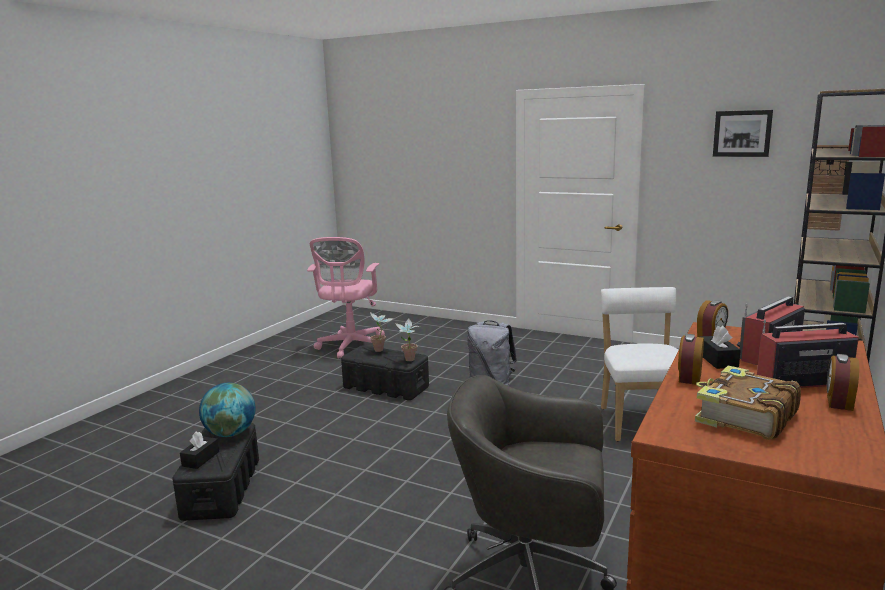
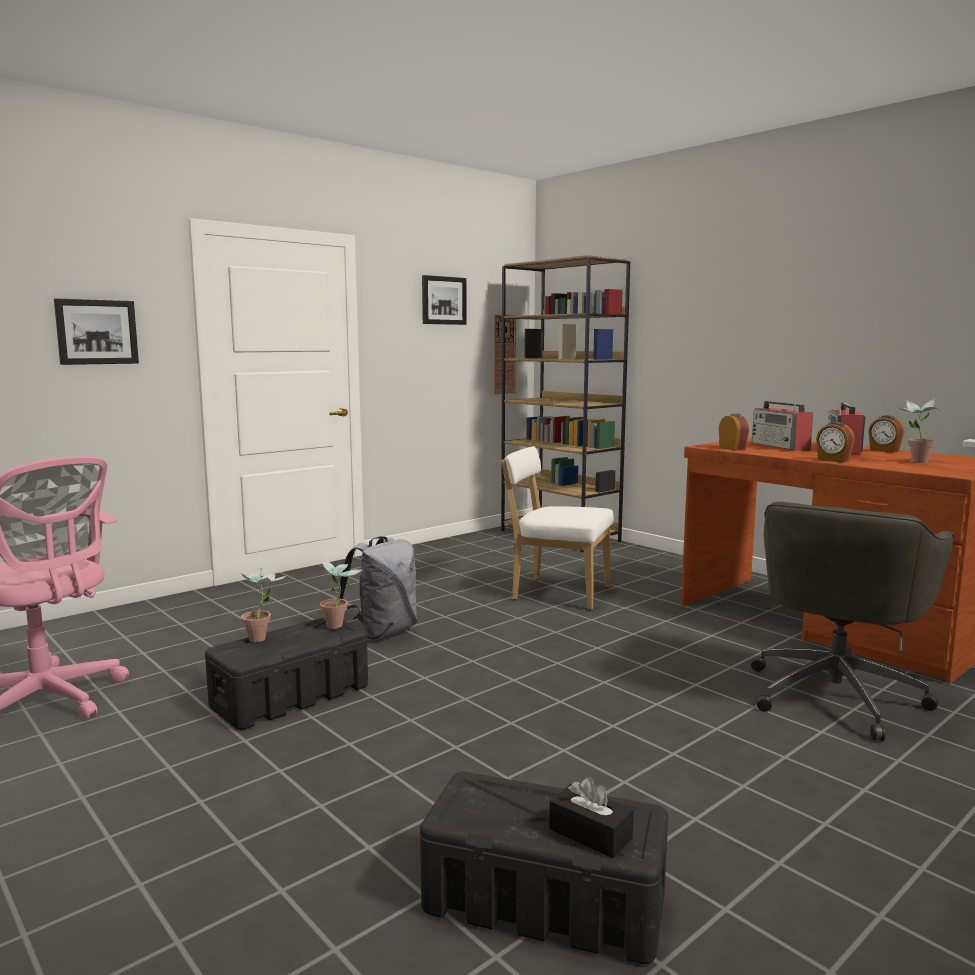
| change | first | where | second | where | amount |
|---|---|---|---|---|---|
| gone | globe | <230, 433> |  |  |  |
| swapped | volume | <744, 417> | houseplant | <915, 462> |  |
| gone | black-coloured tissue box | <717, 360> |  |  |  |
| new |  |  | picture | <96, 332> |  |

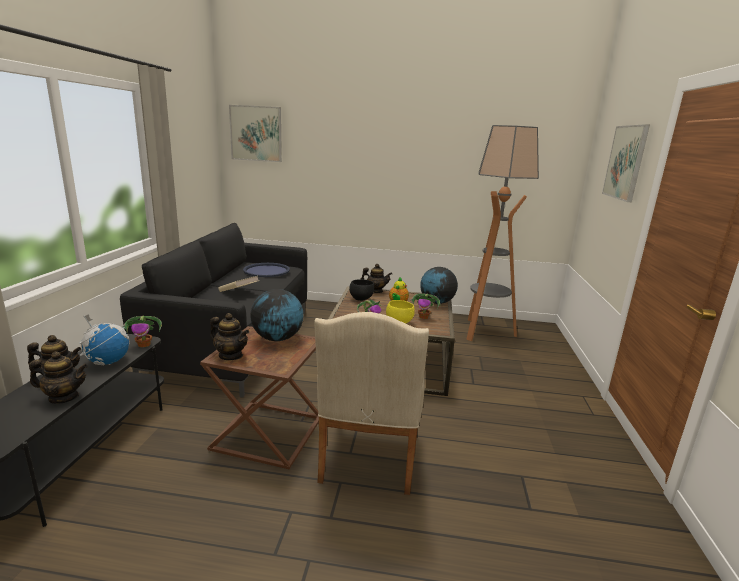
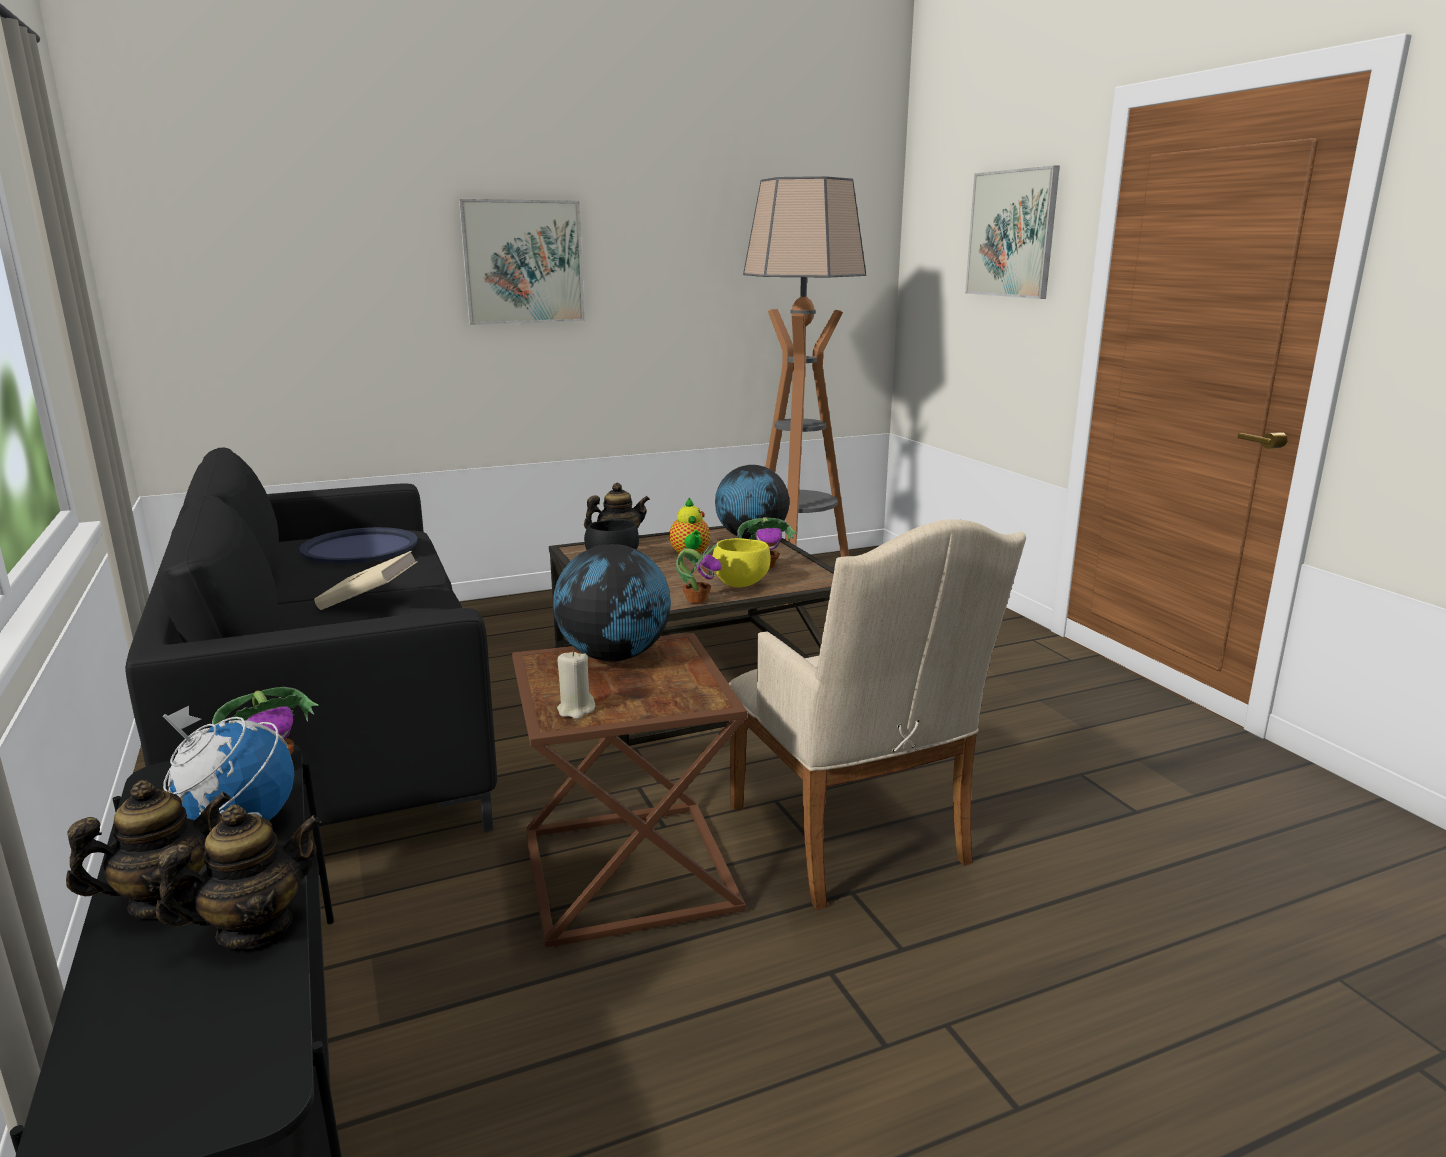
| change | first | where | second | where | amount |
|---|---|---|---|---|---|
| swapped | teapot | <231, 355> | beige candle | <576, 710> |  |
| shifted | picture | <256, 133> |  | <523, 262> |  |

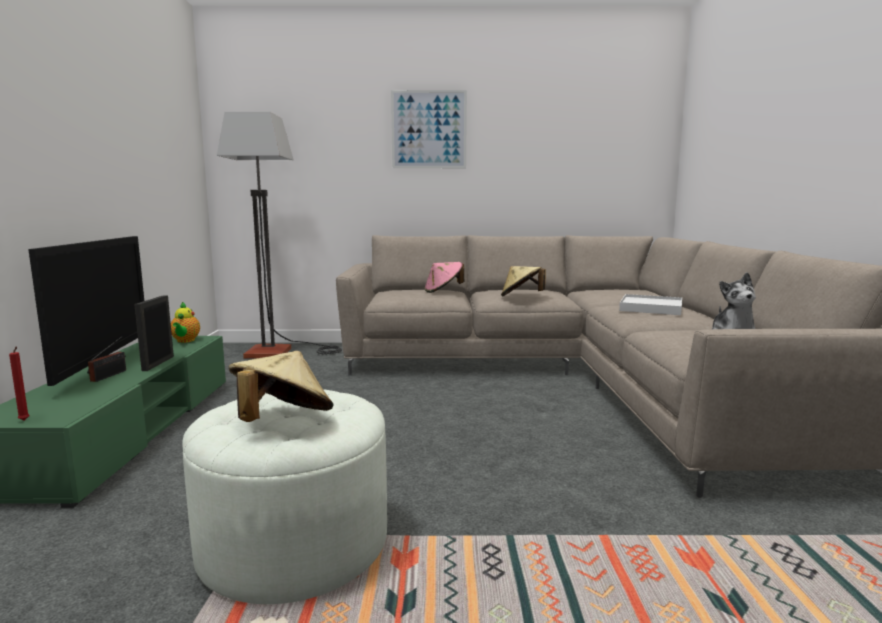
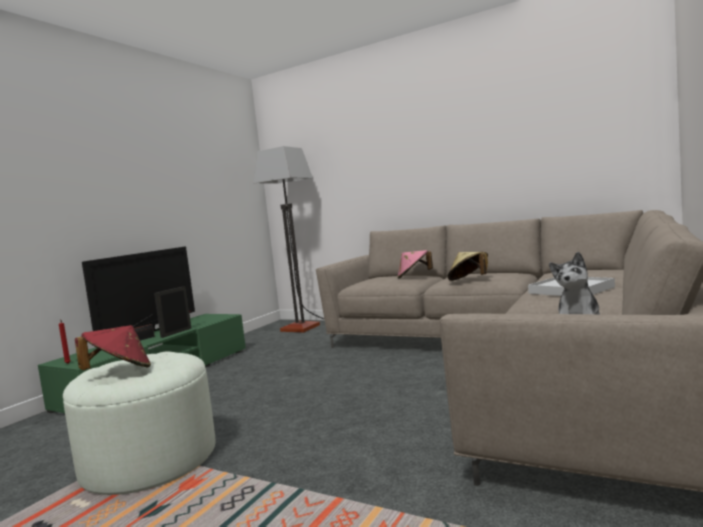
| change | first | where | second | where | amount |
|---|---|---|---|---|---|
| gone | teapot | <185, 341> |  |  |  |
| repainted | beige clothing hat | <282, 421> | red clothing hat | <119, 372> |  |
| gone | picture | <429, 129> |  |  |  |

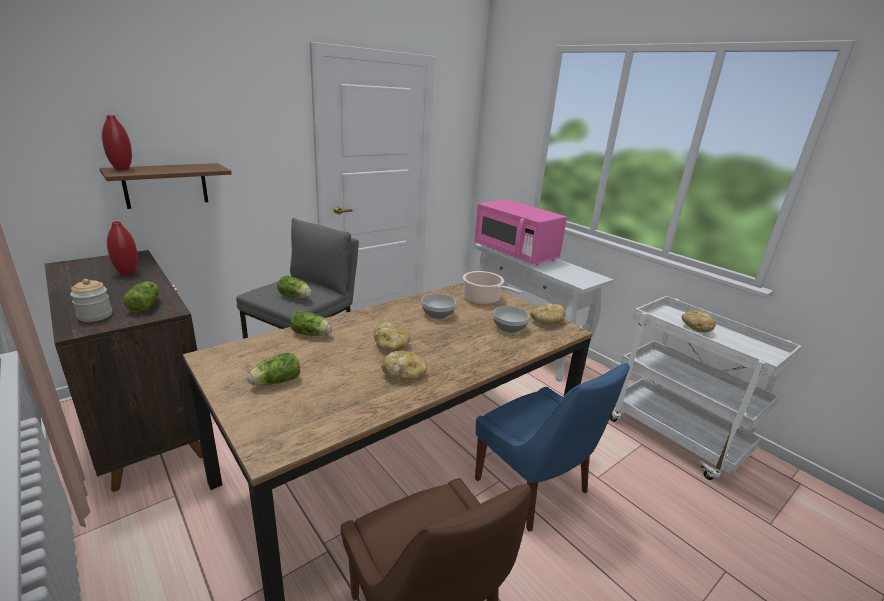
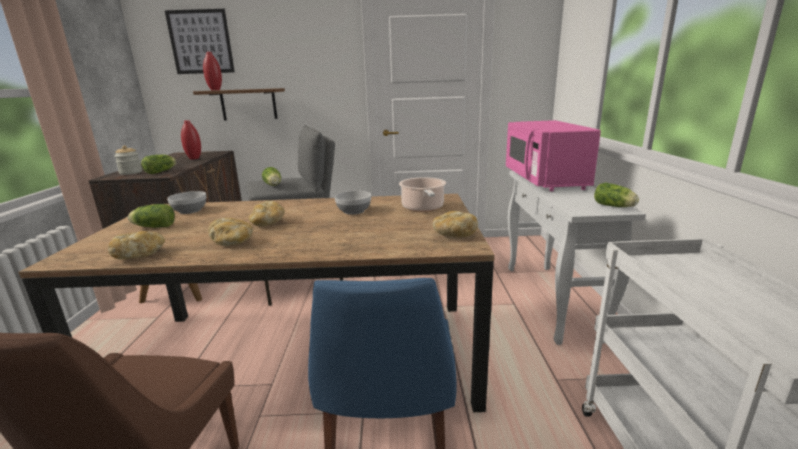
| change | first | where | second | where | amount |
|---|---|---|---|---|---|
| shifted | head of lettuce | <312, 334> |  | <615, 206> |  |
| shifted | deep dish | <509, 328> |  | <190, 211> |  |
| shifted | bakery bread | <695, 328> |  | <139, 255> |  |
| new |  |  | picture | <200, 42> |  |

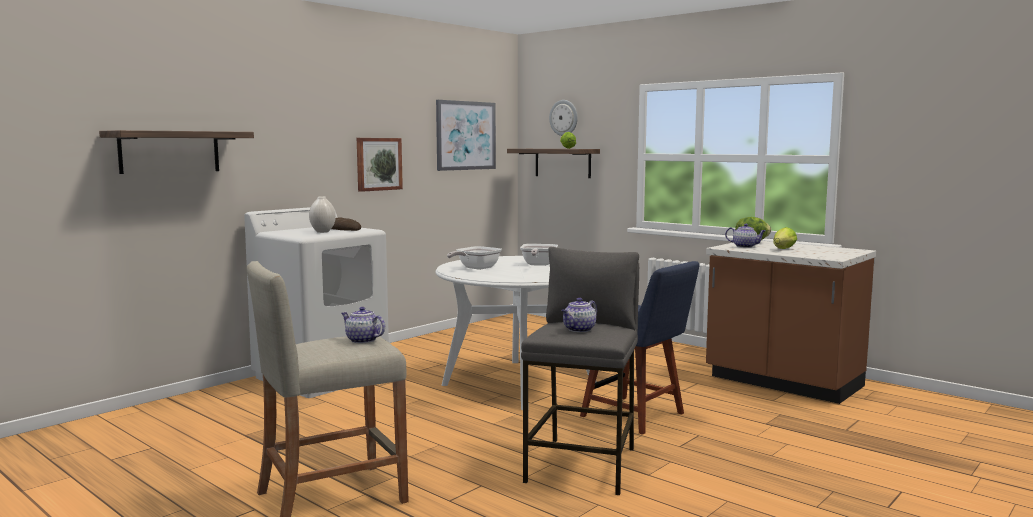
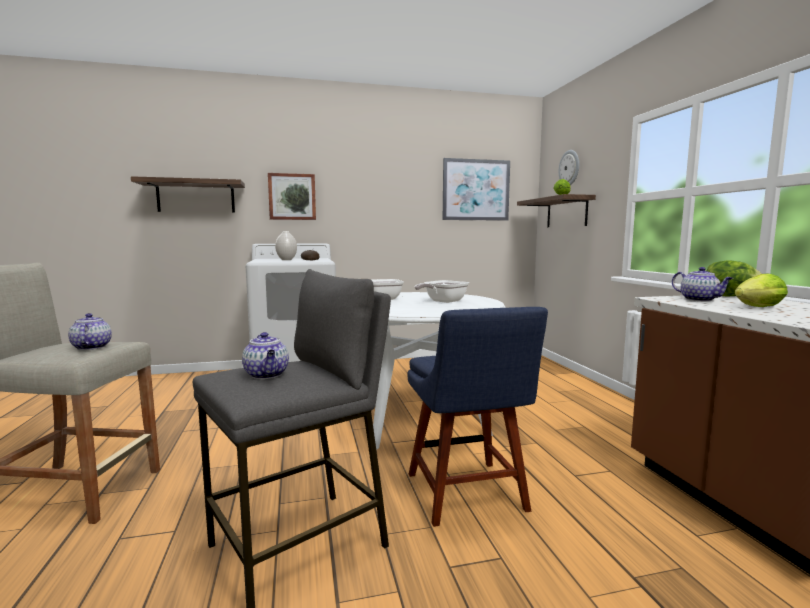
| change | first | where | second | where | amount |
|---|---|---|---|---|---|
| shifted | picture | <378, 164> |  | <292, 197> |  |
| rotated | teapot | <579, 330> |  | <267, 375> | 105 degrees counterclockwise |

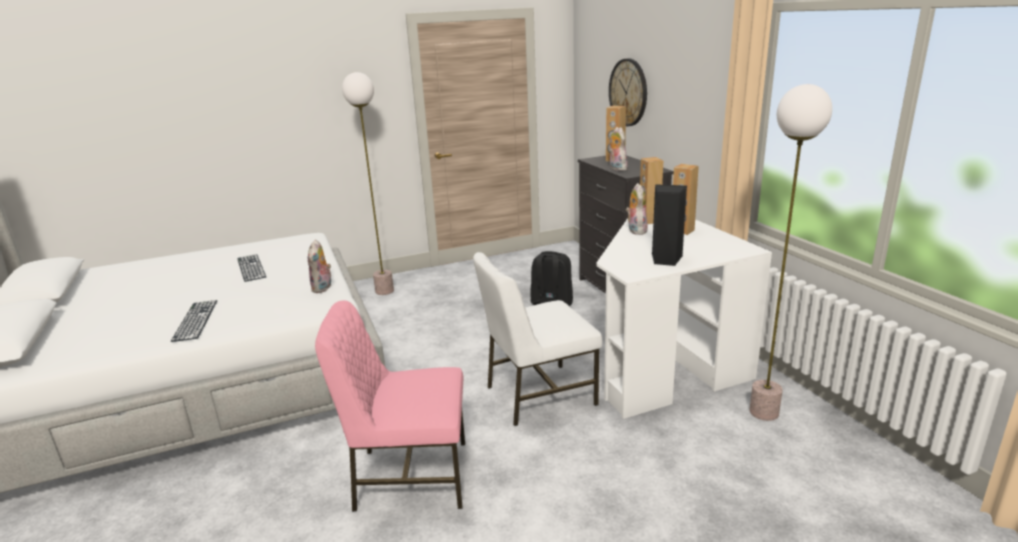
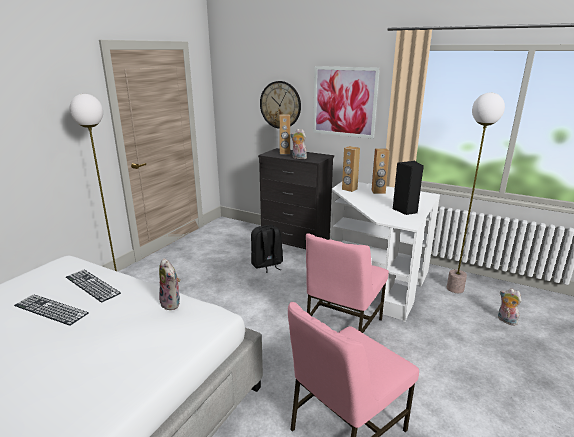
| change | first | where | second | where | amount |
|---|---|---|---|---|---|
| shifted | keyboard | <195, 320> |  | <92, 285> |  |
| repainted | white-coloured chair | <538, 395> | pink chair | <342, 328> |  |
| shifted | plush toy | <635, 230> |  | <505, 320> |  |
| new |  |  | picture | <344, 102> |  |

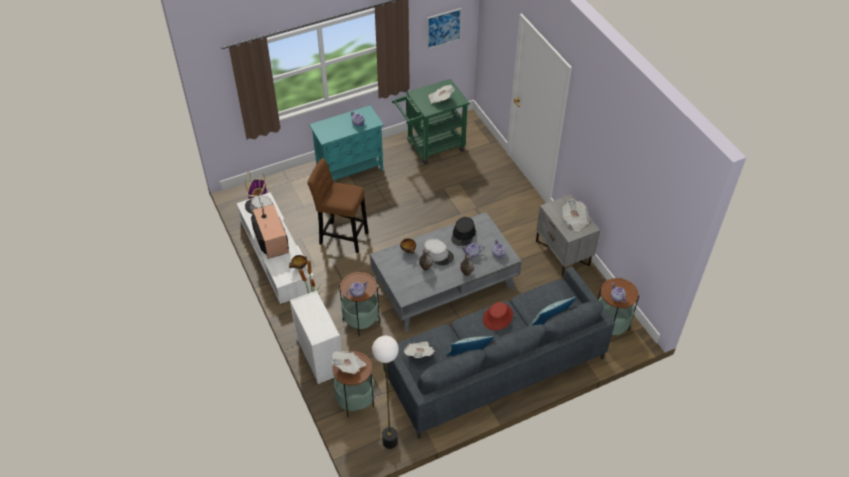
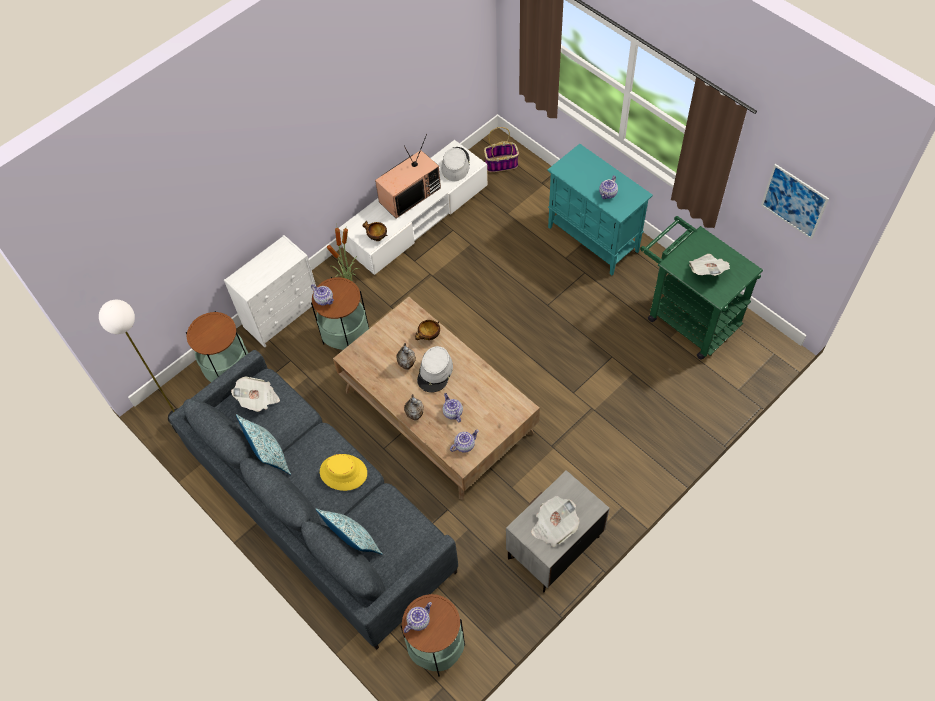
| change | first | where | second | where | amount |
|---|---|---|---|---|---|
| gone | brown-coloured sitting stool | <341, 236> |  |  |  |
| gone | daily paper | <349, 366> |  |  |  |
| repainted | gray coffee table | <444, 284> | brown-coloured coffee table | <437, 410> |  |
| gone | black-coloured clothing hat | <463, 234> |  |  |  |
| repainted | red clothing hat | <498, 317> | yellow-coloured clothing hat | <343, 472> |  |

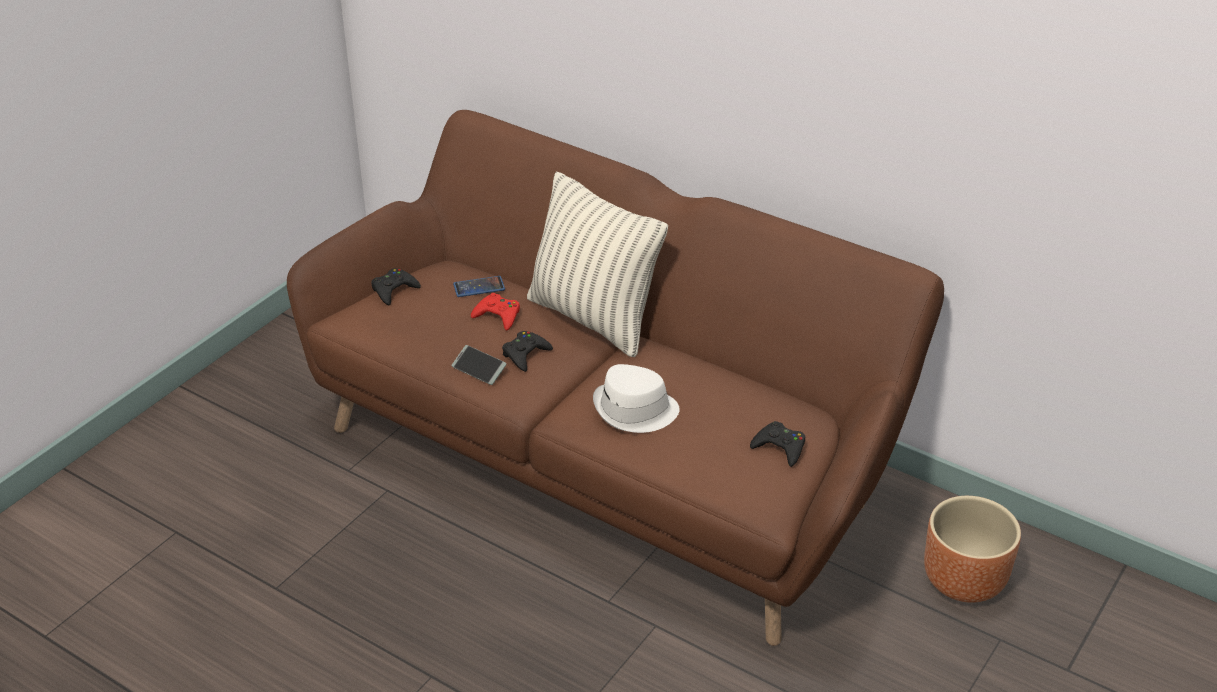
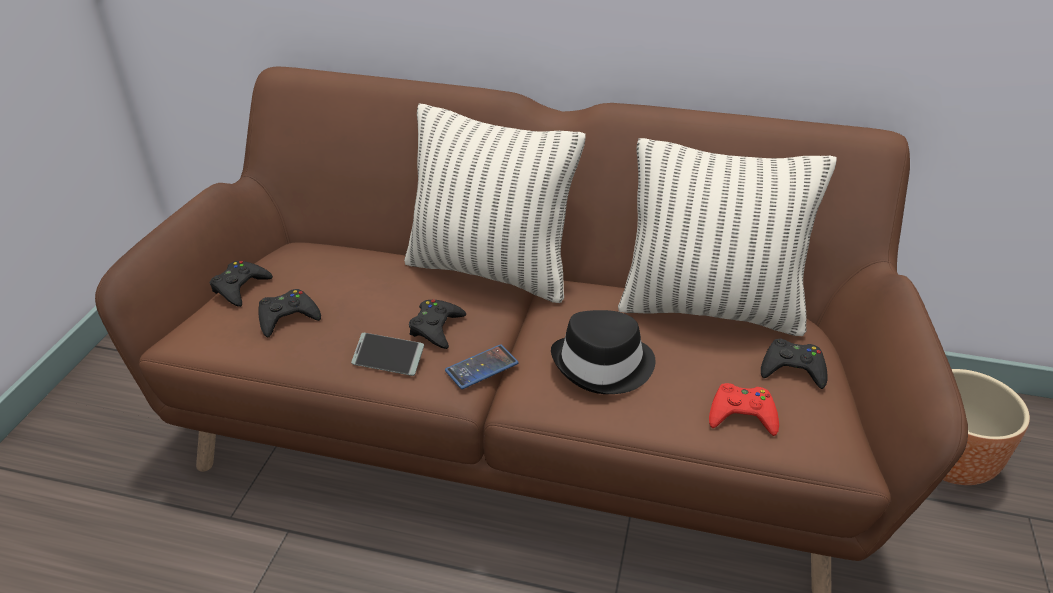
| change | first | where | second | where | amount |
|---|---|---|---|---|---|
| shifted | telephone | <479, 287> |  | <481, 367> |  |
| shifted | red joypad | <498, 316> |  | <742, 414> |  |
| repainted | white-coloured clothing hat | <635, 410> | black-coloured clothing hat | <604, 365> |  |
| new |  |  | black-coloured joypad | <287, 317> |  |
| new |  |  | pillow | <710, 308> |  |

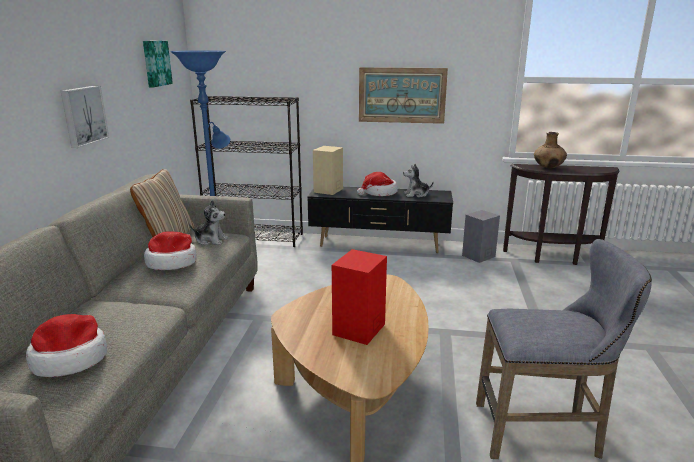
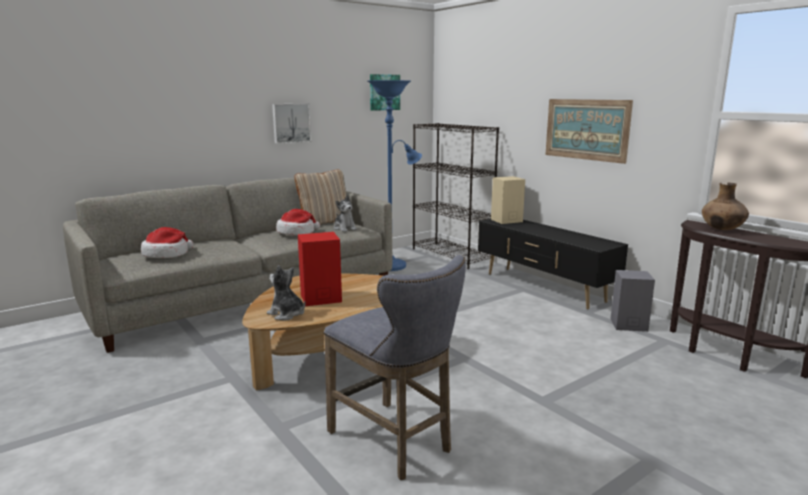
| change | first | where | second | where | amount |
|---|---|---|---|---|---|
| gone | clothing hat | <379, 193> |  |  |  |
| shifted | plush toy | <416, 194> |  | <287, 314> |  |

